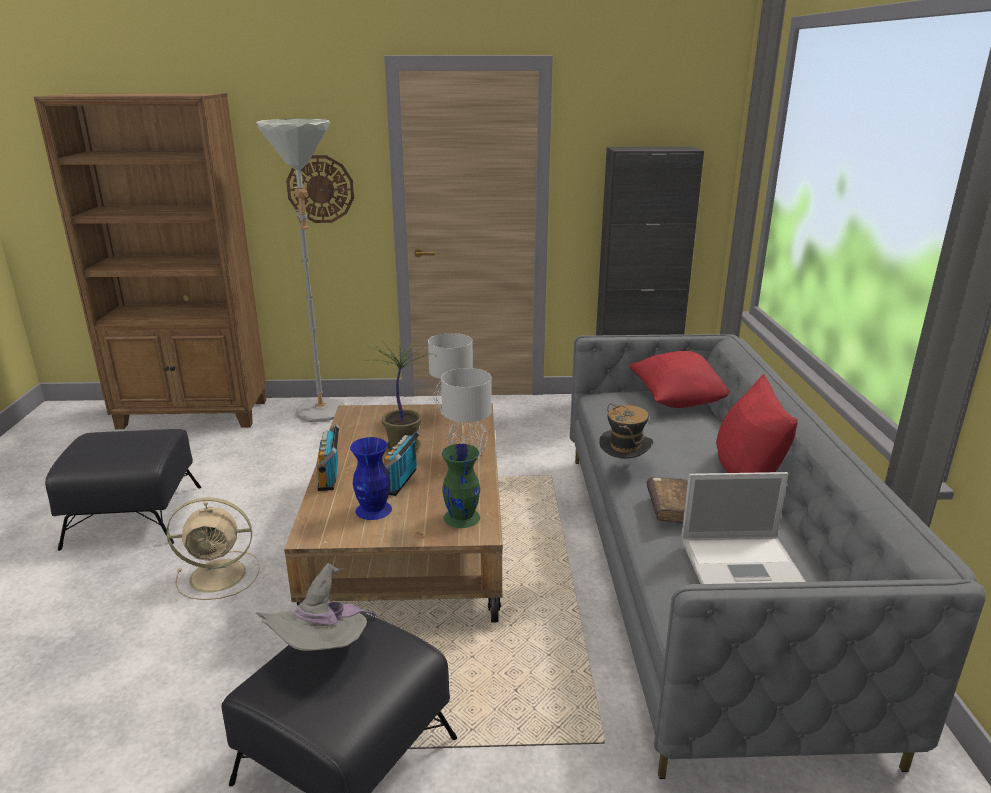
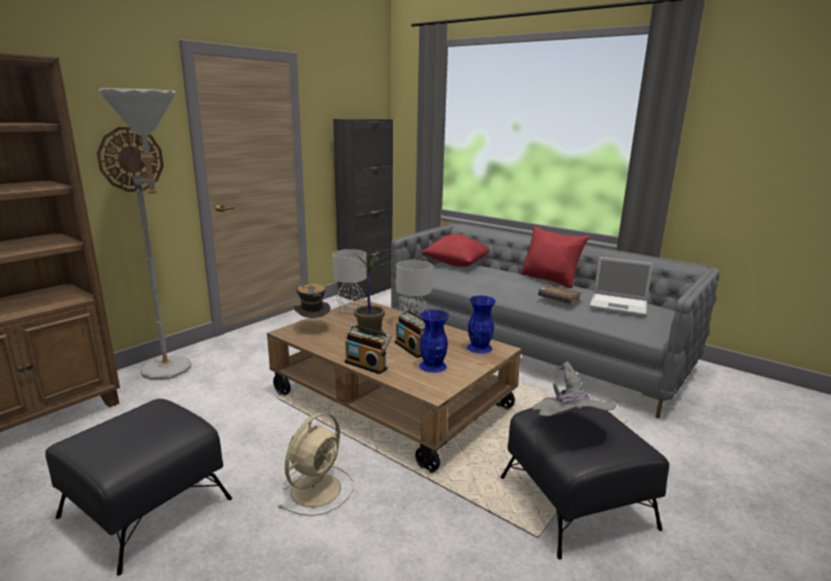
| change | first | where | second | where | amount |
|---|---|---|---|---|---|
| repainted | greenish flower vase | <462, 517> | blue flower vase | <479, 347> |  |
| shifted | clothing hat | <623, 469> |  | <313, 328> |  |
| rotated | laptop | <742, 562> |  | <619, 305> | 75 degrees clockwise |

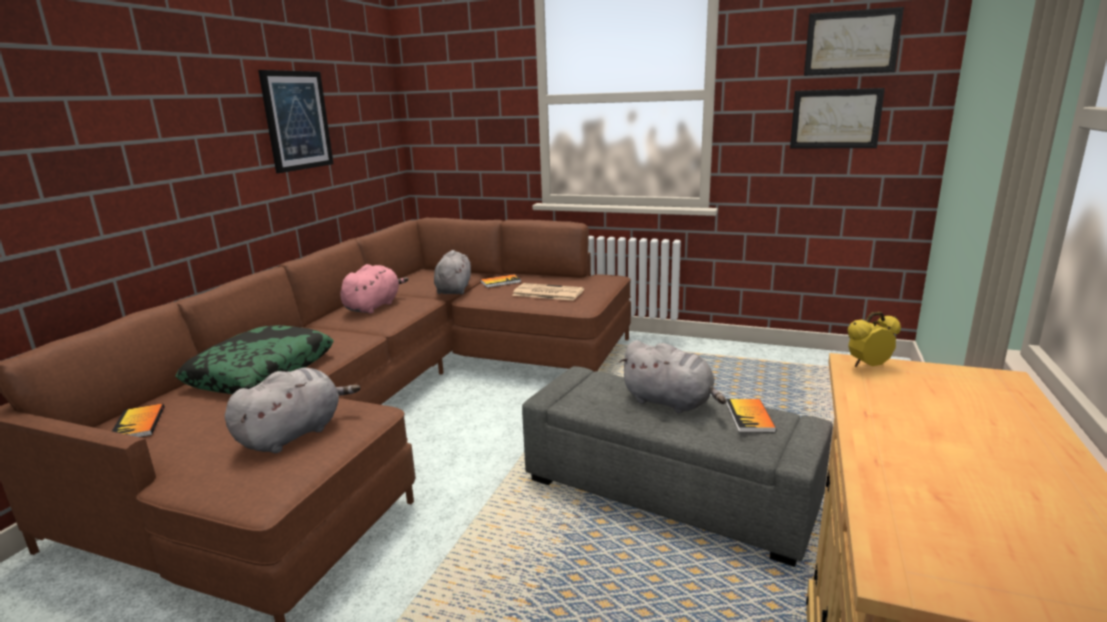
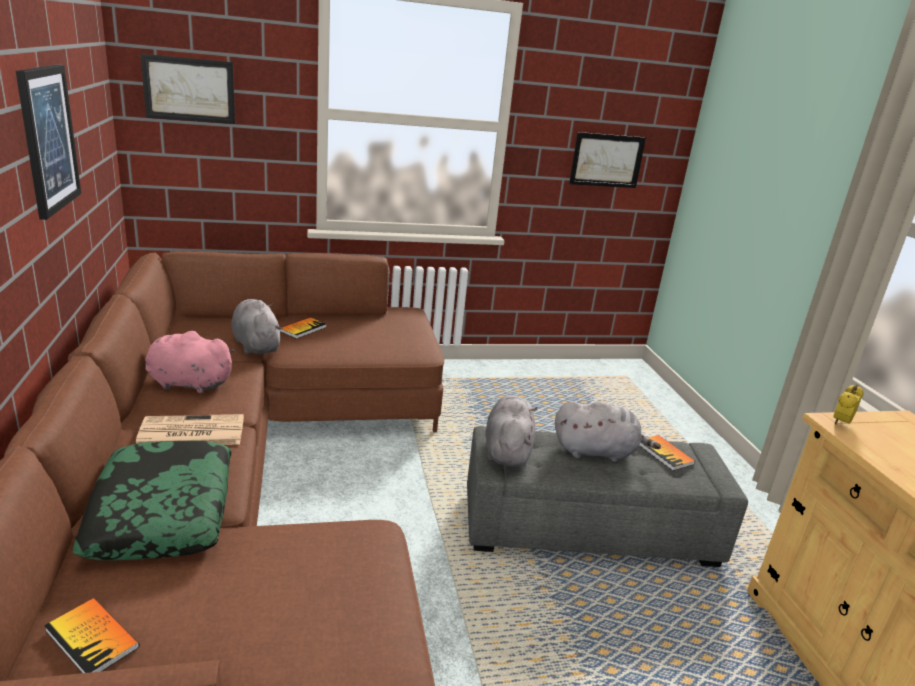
| change | first | where | second | where | amount |
|---|---|---|---|---|---|
| shifted | gray plush toy | <294, 434> |  | <507, 449> |  |
| rotated | pink plush toy | <374, 306> |  | <187, 383> | 75 degrees counterclockwise |
| shifted | daily paper | <547, 293> |  | <190, 432> |  |
| shifted | picture | <851, 42> |  | <189, 89> |  |

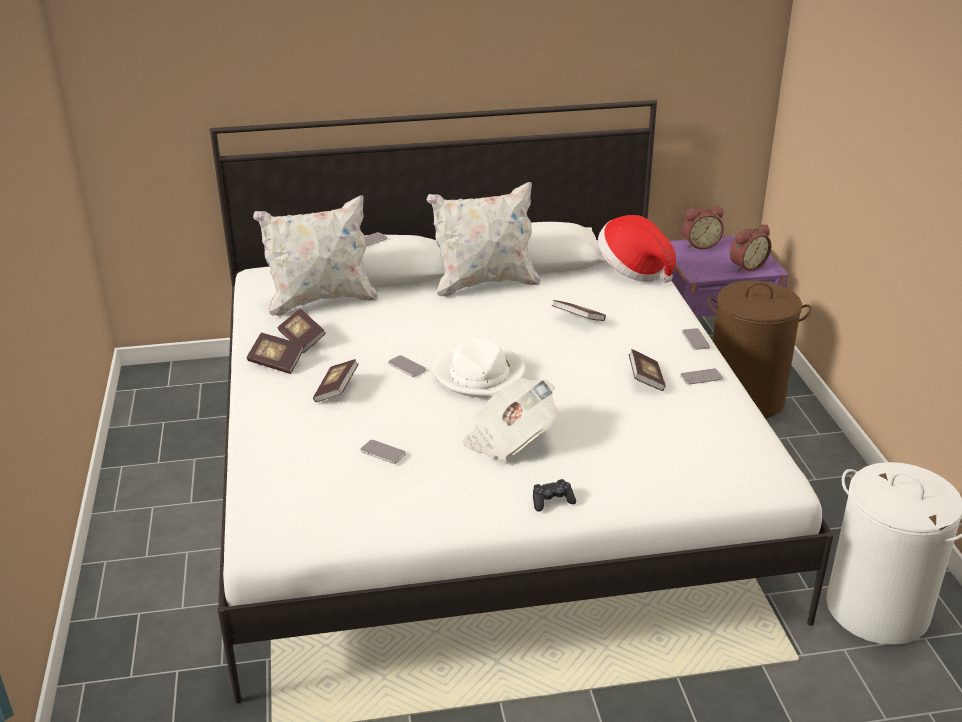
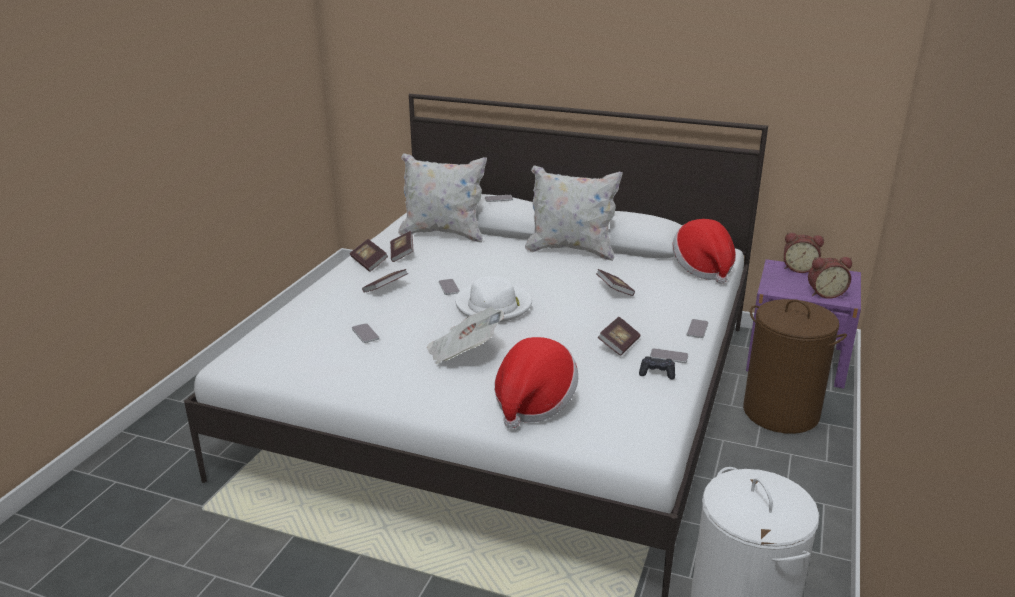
| change | first | where | second | where | amount |
|---|---|---|---|---|---|
| shifted | black-coloured joypad | <552, 501> |  | <657, 373> |  |
| new |  |  | clothing hat | <533, 403> |  |

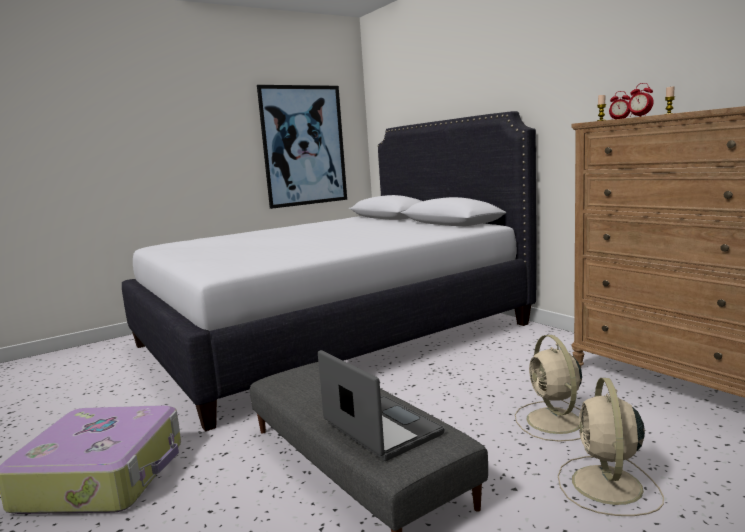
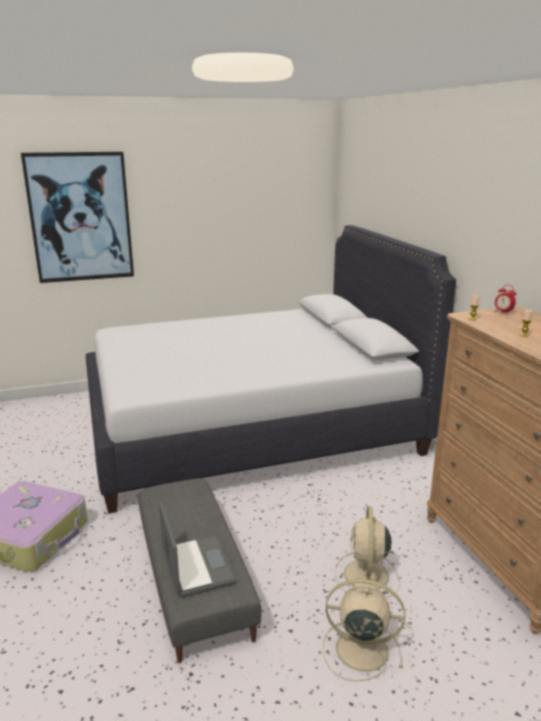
| change | first | where | second | where | amount |
|---|---|---|---|---|---|
| shifted | picture | <304, 146> |  | <80, 217> |  |
| rotated | beige electric fan | <607, 486> |  | <359, 649> | 75 degrees clockwise |
| gone | bedside clock | <639, 116> |  |  |  |

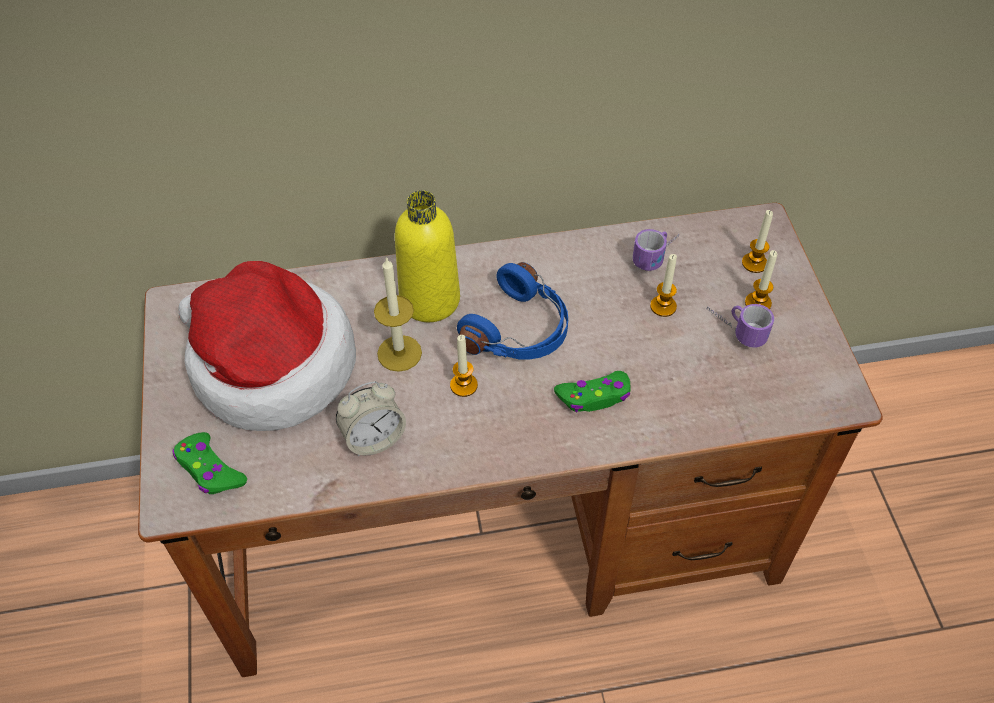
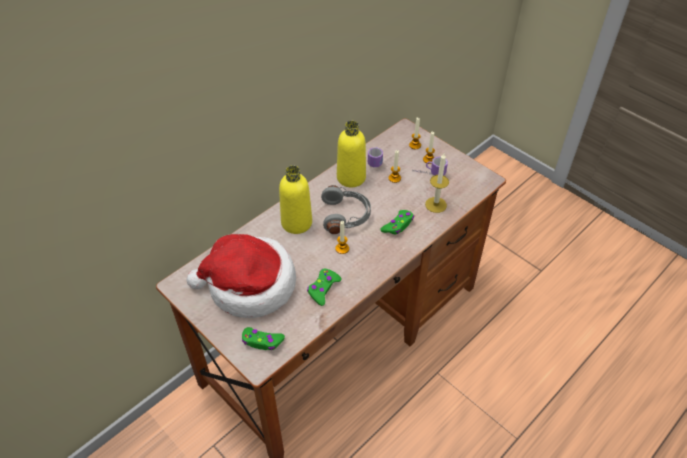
| change | first | where | second | where | amount |
|---|---|---|---|---|---|
| swapped | bedside clock | <373, 438> | greenish joypad | <323, 289> |  |
| shifted | candle | <399, 353> |  | <435, 205> |  |
| repainted | blue headphones | <519, 331> | gray headphones | <346, 216> |  |
| new |  |  | yellow-coloured bottle | <351, 177> |  |

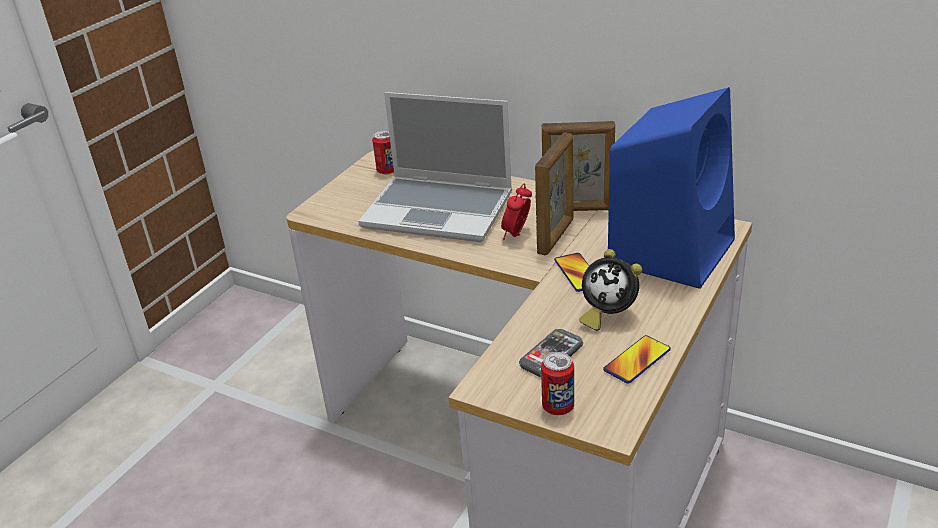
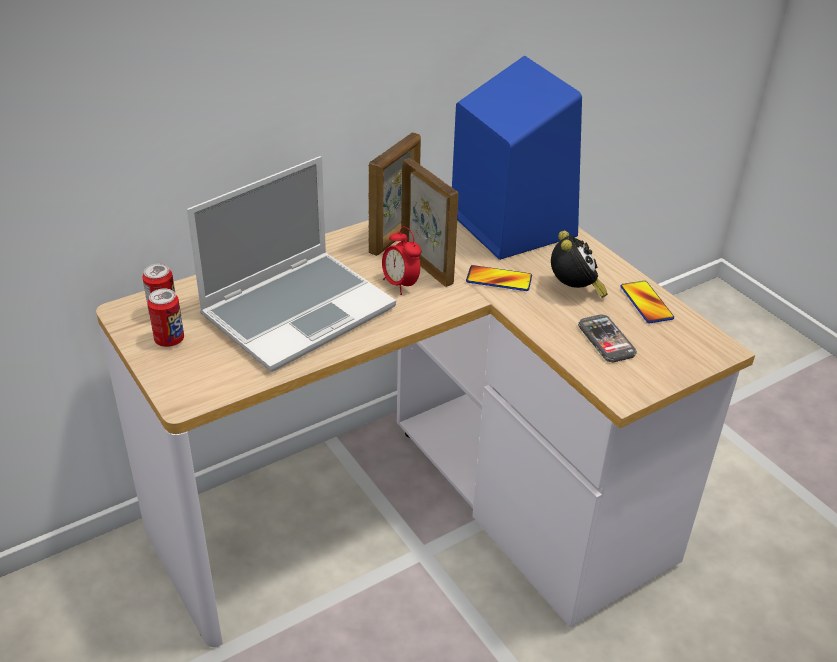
| change | first | where | second | where | amount |
|---|---|---|---|---|---|
| shifted | can | <558, 407> |  | <169, 340> |  |
| rotated | bedside clock | <607, 315> |  | <574, 291> | 60 degrees counterclockwise |

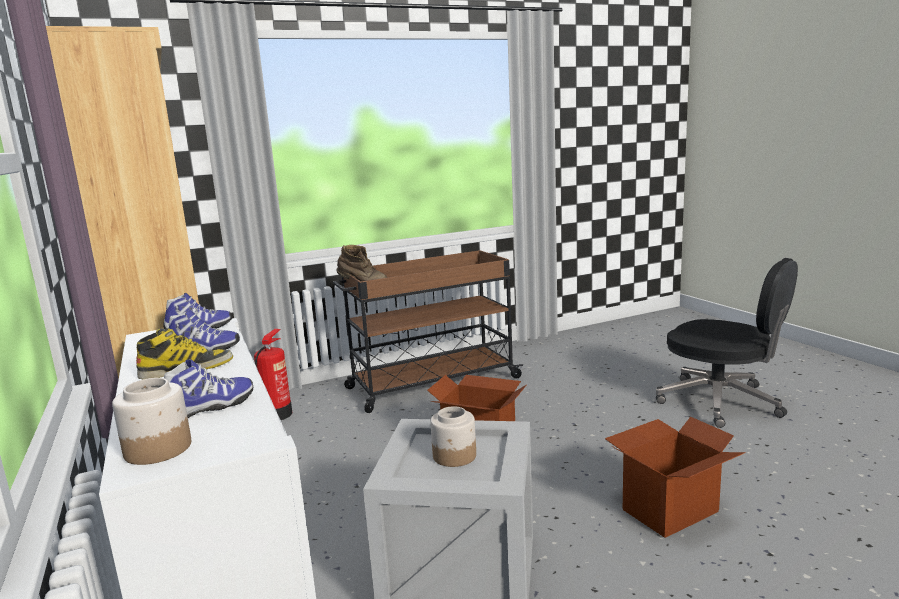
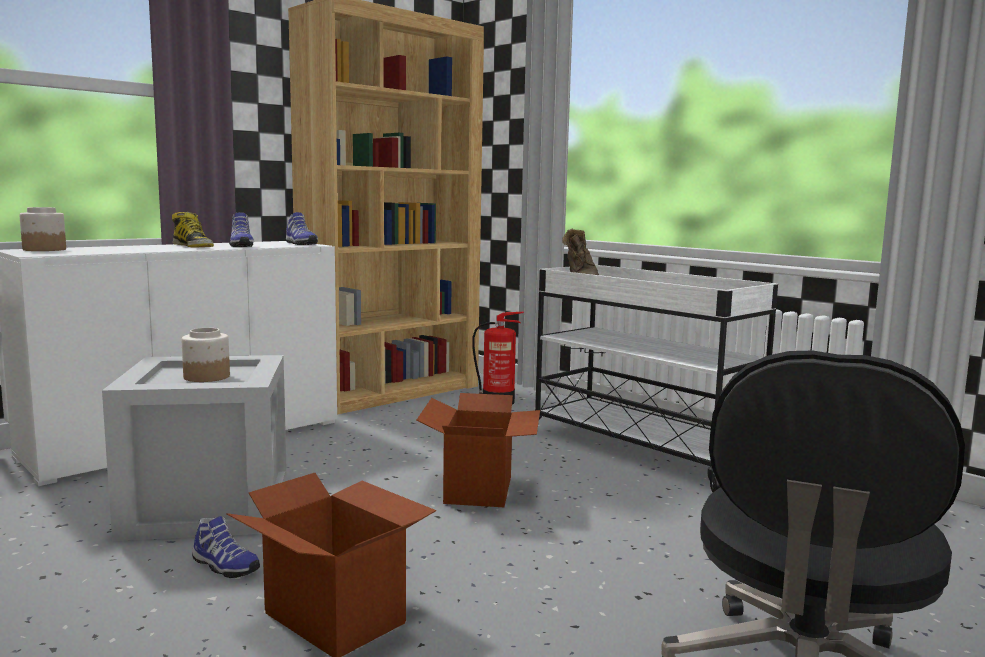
| change | first | where | second | where | amount |
|---|---|---|---|---|---|
| shifted | low shoe | <210, 408> |  | <223, 567> |  |
| repainted | brown-coloured cart | <431, 383> | white-coloured cart | <639, 448> |  |

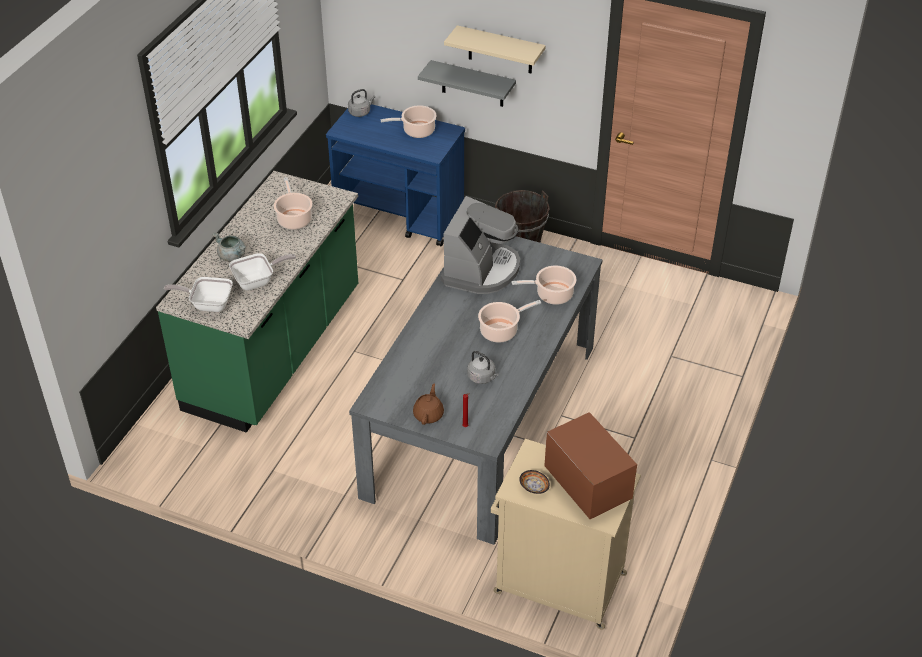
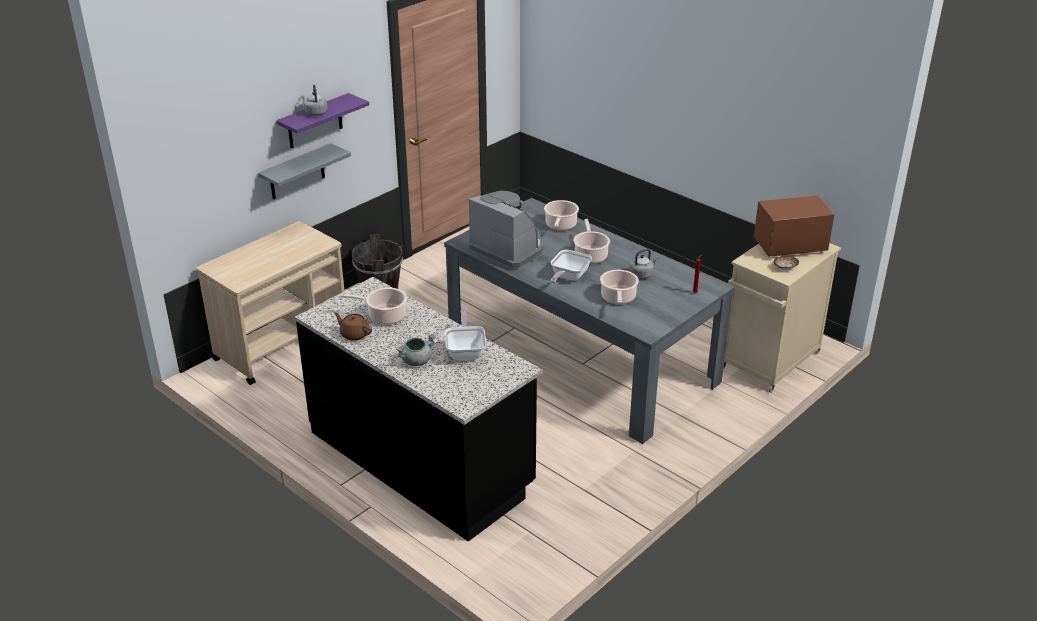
| change | first | where | second | where | amount |
|---|---|---|---|---|---|
| repainted | greenish kitchen base unit | <275, 351> | black-coloured kitchen base unit | <421, 459> |  |
| shifted | frying pan | <208, 304> |  | <568, 277> |  |
| repainted | blue cart | <400, 215> | beige cart | <283, 345> |  |
| shifted | gray water kettle | <360, 112> |  | <316, 112> |  |
| shifted | cooking pot | <416, 131> |  | <618, 298> |  |
| shifted | brown-coloured teapot | <428, 414> |  | <354, 334> |  |
| repainted | beige shelf | <500, 50> | purple-coloured shelf | <314, 122> |  |

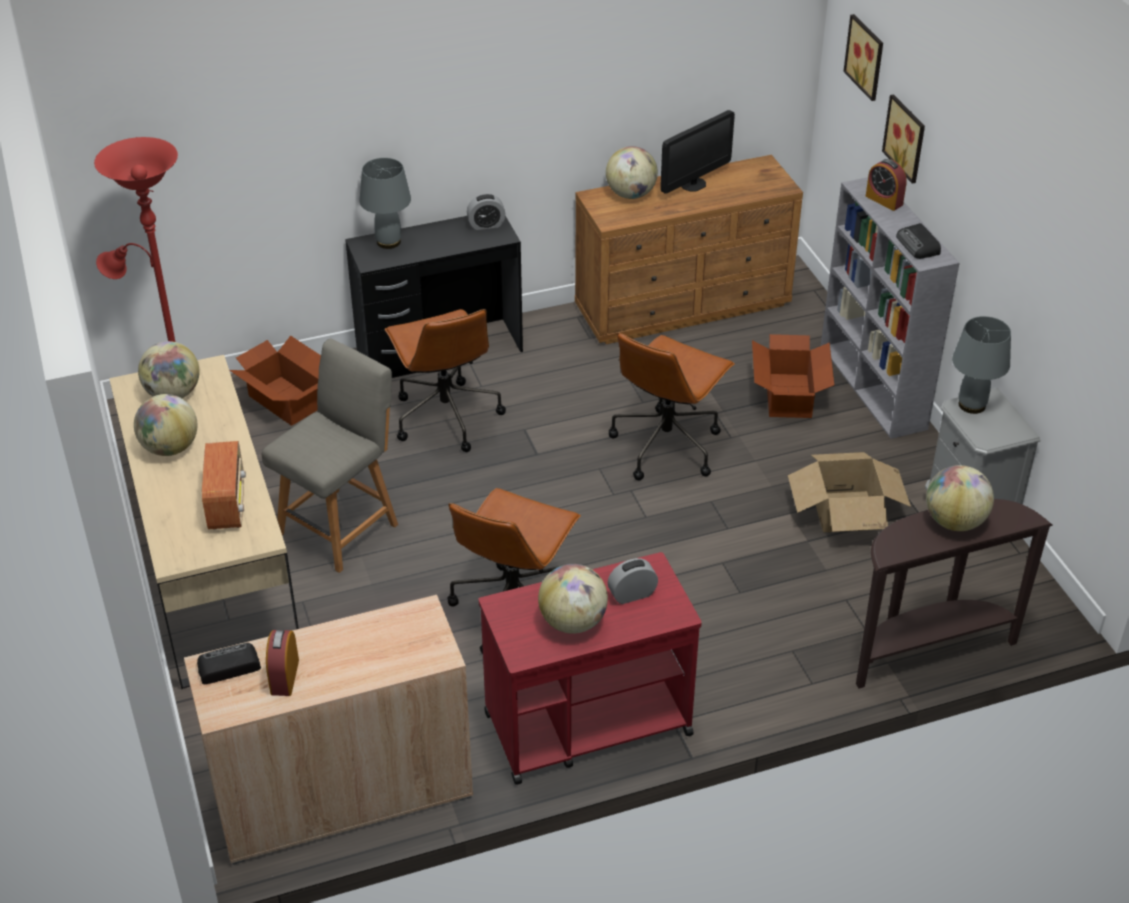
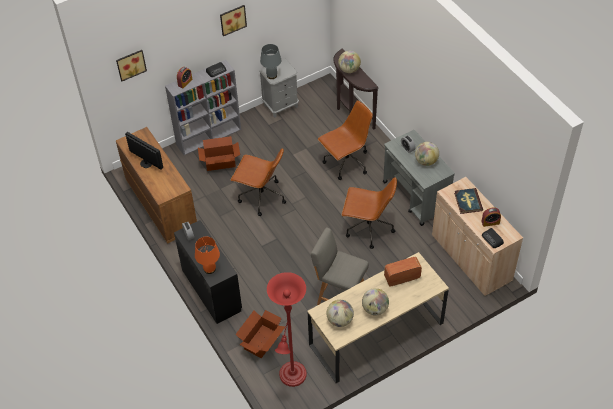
| change | first | where | second | where | amount |
|---|---|---|---|---|---|
| repainted | gray lamp for a table | <388, 241> | orangey lamp for a table | <209, 269> |  |
| shifted | brown-coloured office chair | <445, 416> |  | <346, 163> |  |
| repainted | red cart | <586, 724> | gray cart | <416, 197> |  |
| gone | globe | <631, 194> |  |  |  |
| gone | packing box | <846, 511> |  |  |  |
| shifted | picture | <907, 138> |  | <232, 19> |  |
| new |  |  | volume | <468, 202> |  |

